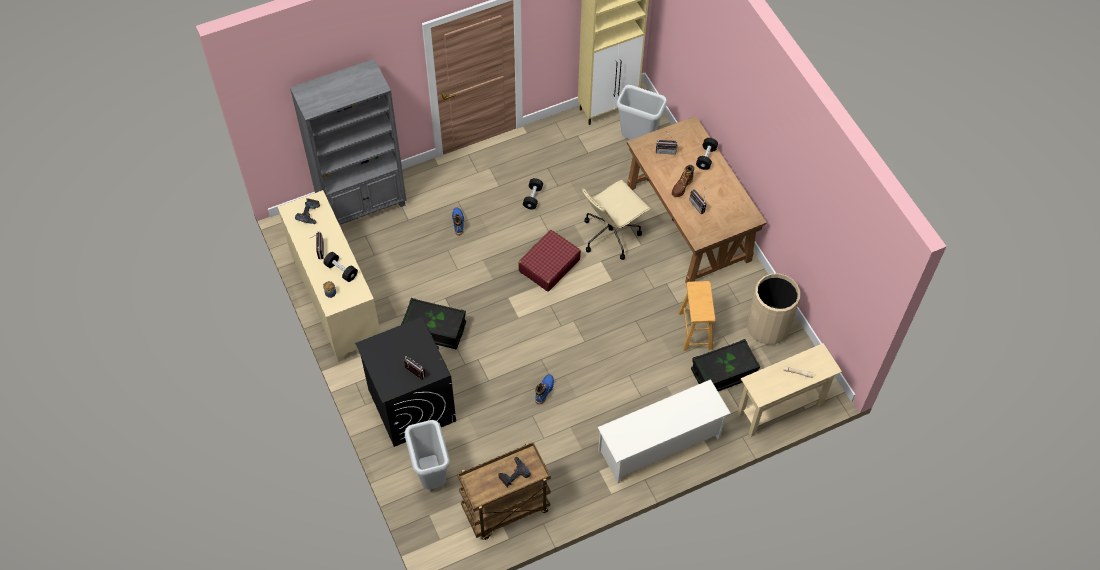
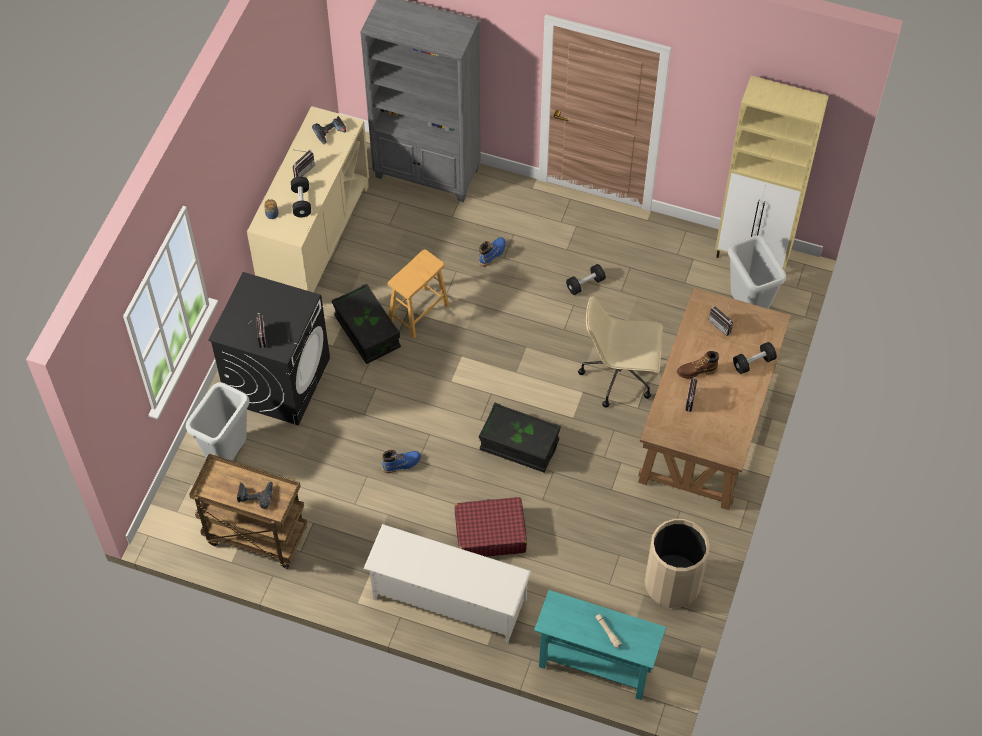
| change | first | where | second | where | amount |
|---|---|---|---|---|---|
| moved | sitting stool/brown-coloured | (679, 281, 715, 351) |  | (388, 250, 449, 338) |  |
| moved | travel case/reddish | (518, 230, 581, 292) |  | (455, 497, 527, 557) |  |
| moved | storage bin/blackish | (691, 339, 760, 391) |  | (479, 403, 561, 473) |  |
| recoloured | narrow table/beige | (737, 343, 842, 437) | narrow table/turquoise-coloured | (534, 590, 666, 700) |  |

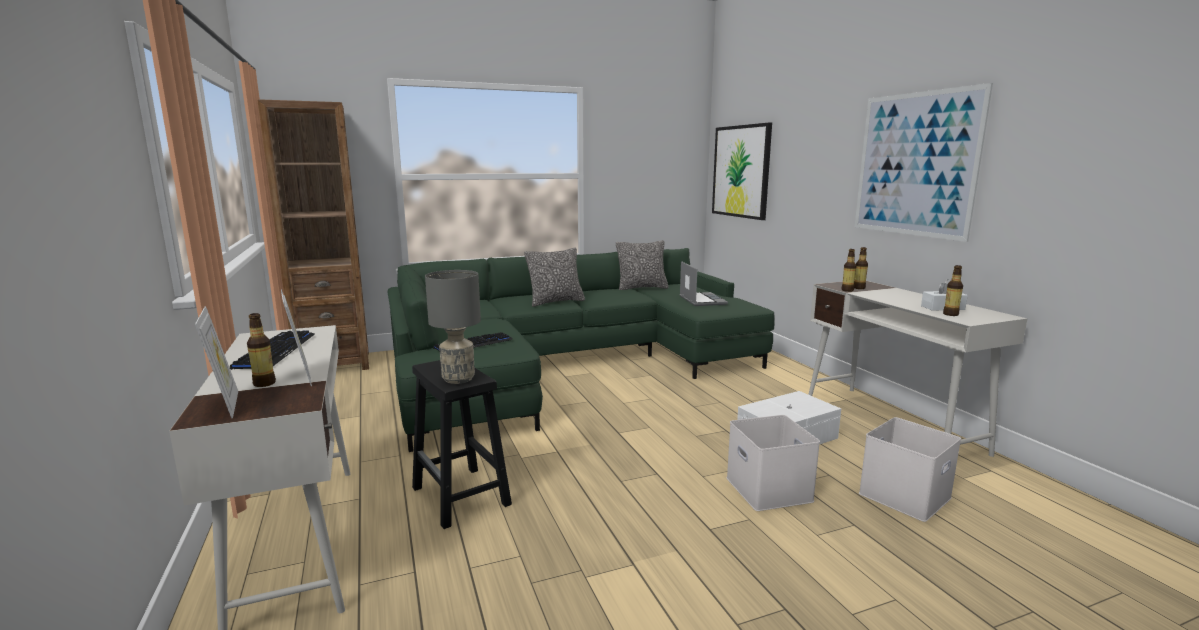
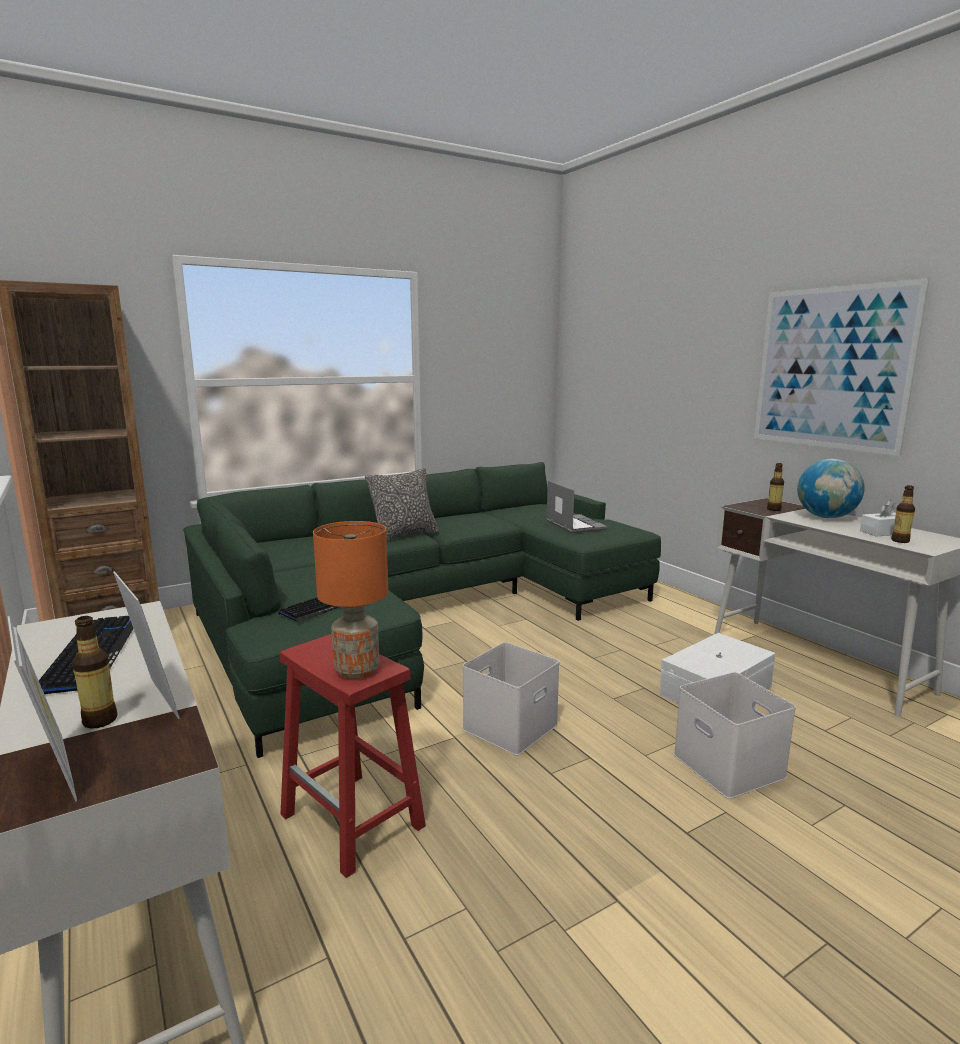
| change | first | where | second | where | amount |
|---|---|---|---|---|---|
| recoloured | sitting stool/blackish | (412, 360, 512, 529) | sitting stool/reddish | (280, 634, 426, 878) |  |
| recoloured | tabletop lamp/greyish | (425, 270, 481, 384) | tabletop lamp/orange | (313, 521, 388, 679) |  |
| moved | storage bin/white-coloured | (859, 417, 961, 522) |  | (462, 642, 560, 755) |  |
| added |  |  | world globe | (797, 459, 865, 518) |  |
| removed | throw pillow | (616, 240, 669, 290) |  |  |  |
| removed | wall picture | (712, 123, 772, 220) |  |  |  |
| removed | beverage bottle | (841, 249, 856, 292) |  |  |  |

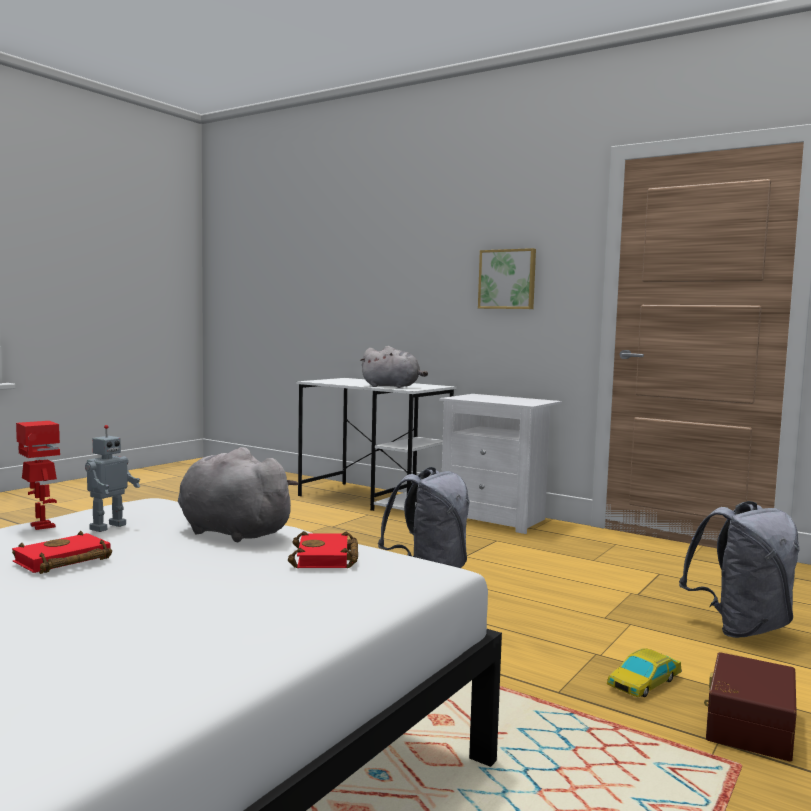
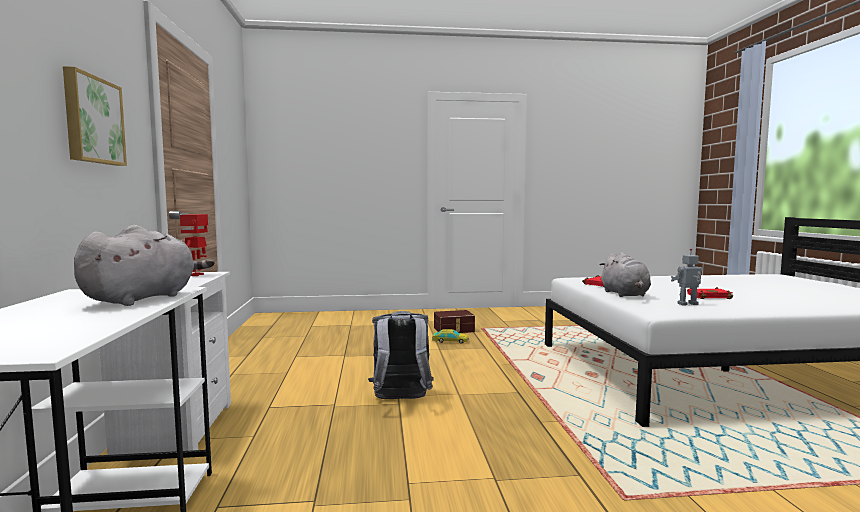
| change | first | where | second | where | amount |
|---|---|---|---|---|---|
| turned | soft toy/greyish | (360, 346, 428, 388) |  | (74, 225, 215, 306) | 45 degrees clockwise |
| moved | toy robot | (16, 421, 60, 530) |  | (180, 214, 208, 276) |  |
| removed | rucksack/greyish | (679, 501, 800, 638) |  |  |  |

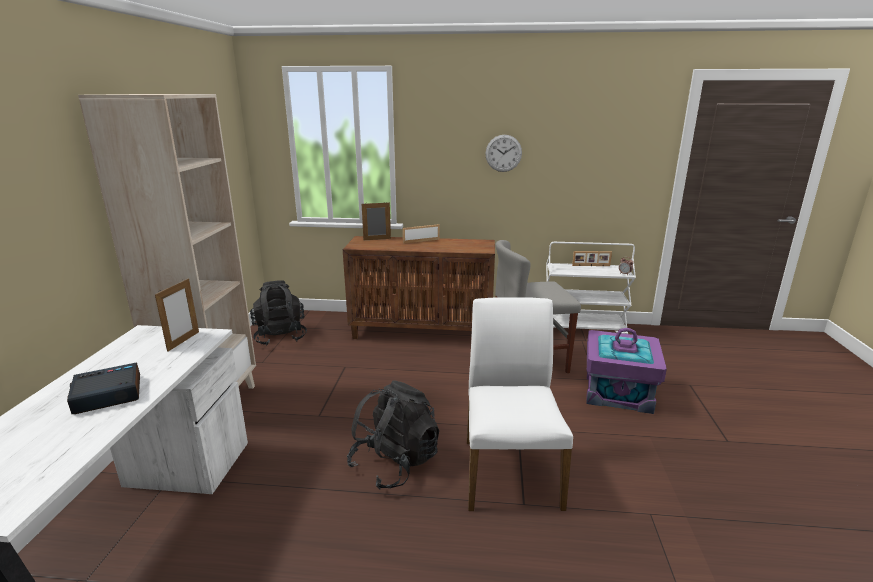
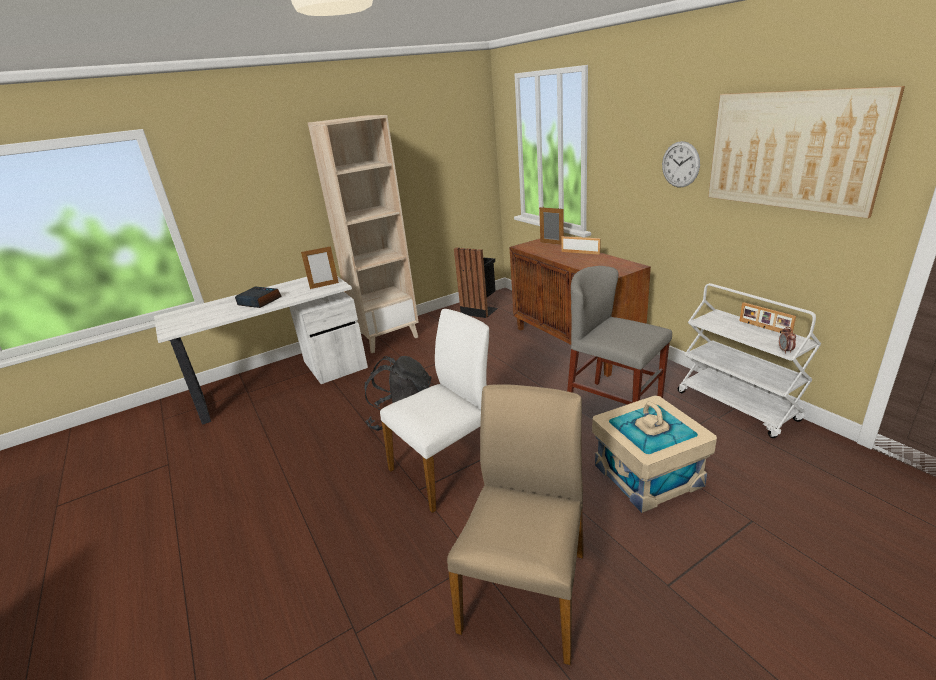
| change | first | where | second | where | amount |
|---|---|---|---|---|---|
| added |  |  | upright chair/beige | (447, 385, 584, 665) |  |
| replaced | rucksack/blackish | (250, 280, 307, 346) | rubbish bin/blackish | (454, 247, 498, 318) |  |
| recoloured | storage bin/purplish | (586, 328, 667, 414) | storage bin/beige | (592, 395, 717, 513) |  |
| added |  |  | wall picture | (708, 86, 905, 219) |  |

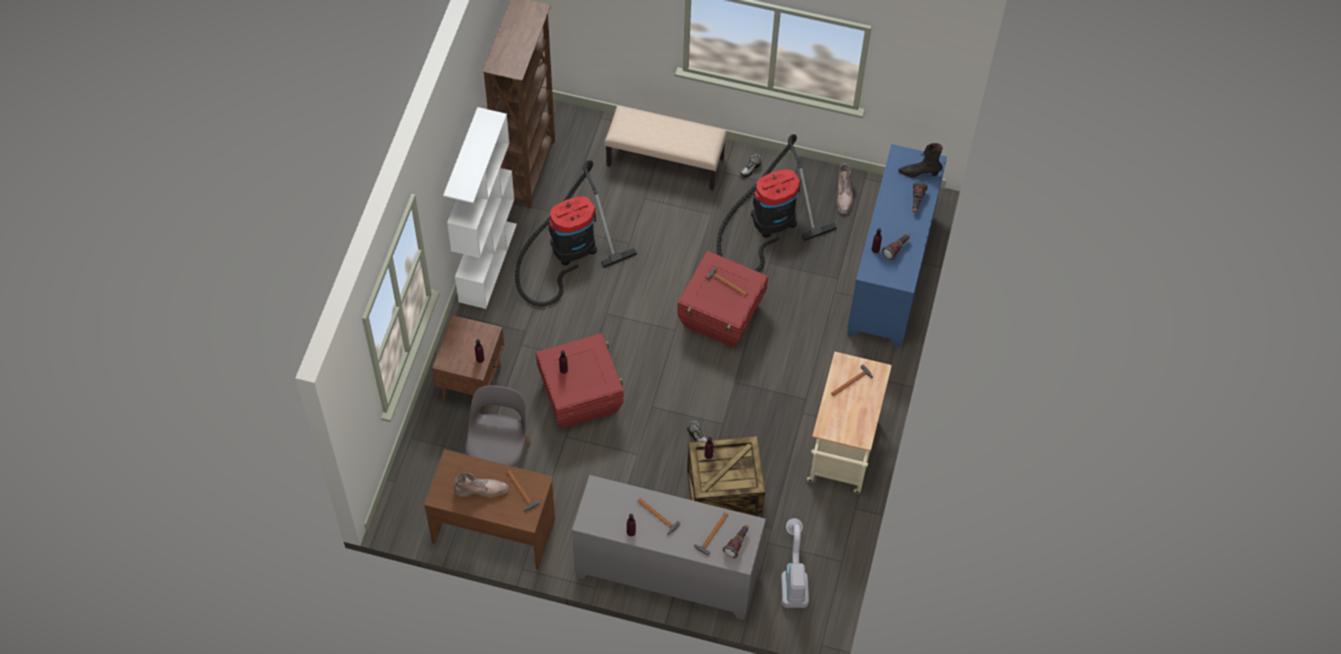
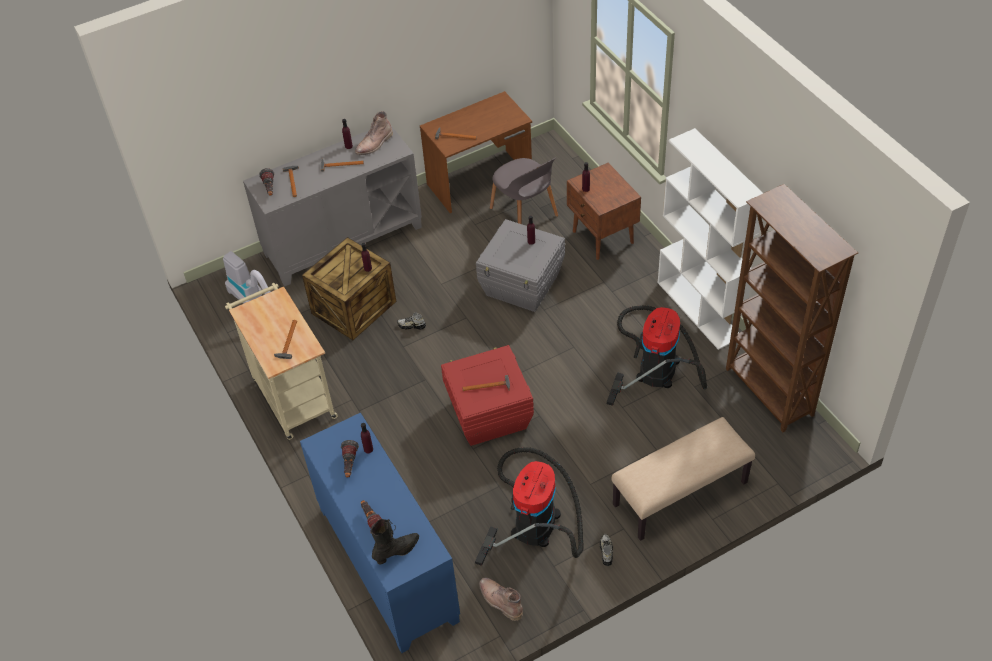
| change | first | where | second | where | amount |
|---|---|---|---|---|---|
| moved | high-top boot/brown-coloured | (454, 473, 509, 497) |  | (355, 111, 393, 155) |  |
| recoloured | storage bin/reddish | (536, 333, 624, 429) | storage bin/greyish | (476, 219, 565, 312) |  |

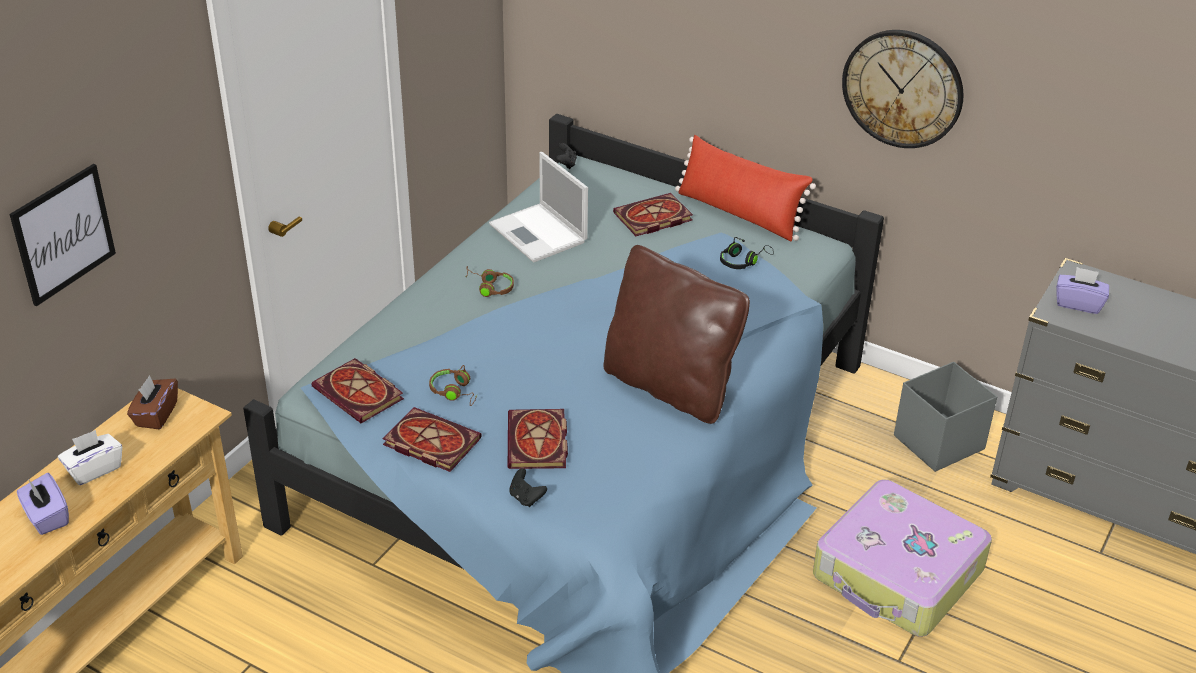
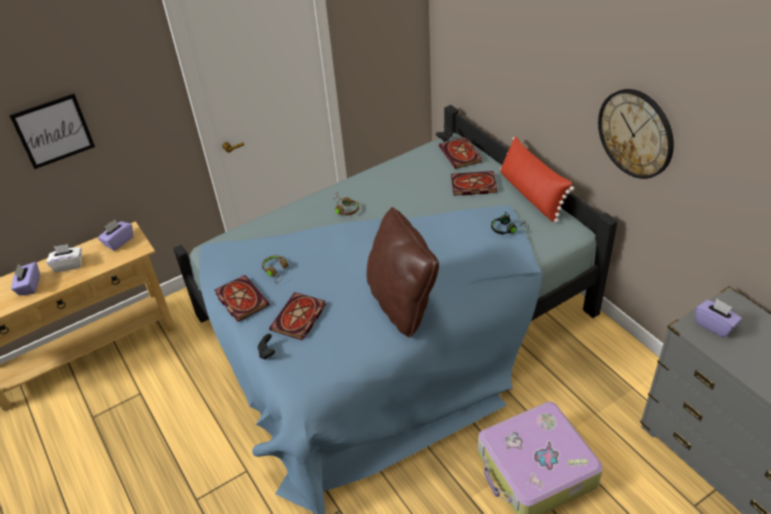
| change | first | where | second | where | amount |
|---|---|---|---|---|---|
| recoloured | tissue holder/brown-coloured | (127, 375, 178, 430) | tissue holder/purplish | (98, 219, 133, 251) |  |
| moved | bound book | (312, 358, 404, 423) |  | (439, 137, 482, 169) |  |
| removed | laptop | (489, 152, 588, 263) |  |  |  |
| removed | storage bin/greyish | (894, 362, 997, 472) |  |  |  |

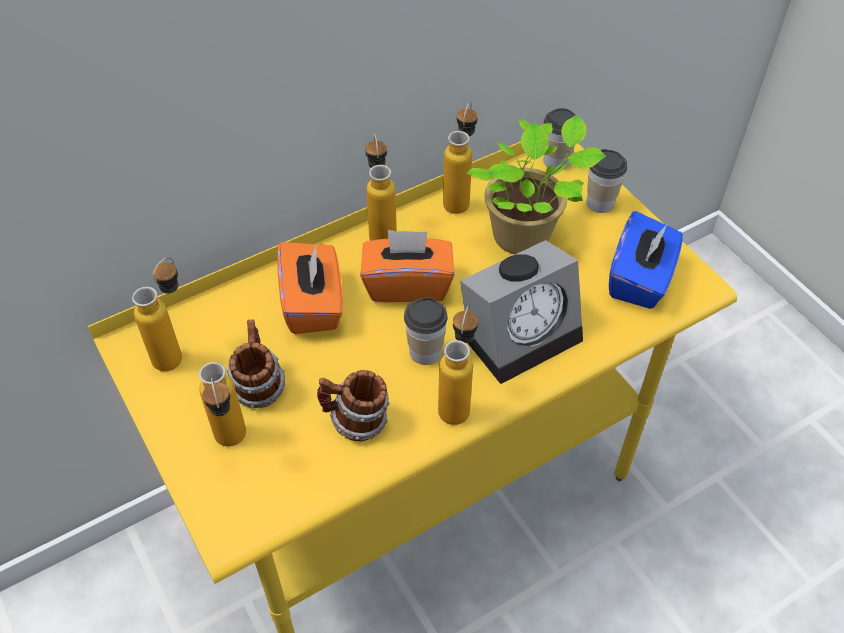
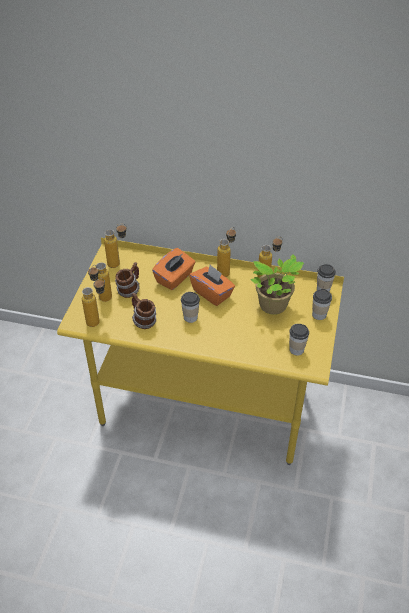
| change | first | where | second | where | amount |
|---|---|---|---|---|---|
| moved | beverage bottle | (438, 305, 478, 425) |  | (82, 279, 105, 327) |  |
| replaced | tissue holder/blue | (609, 211, 683, 309) | small cup | (289, 324, 309, 356) |  |
| removed | alarm clock | (460, 240, 583, 384) |  |  |  |

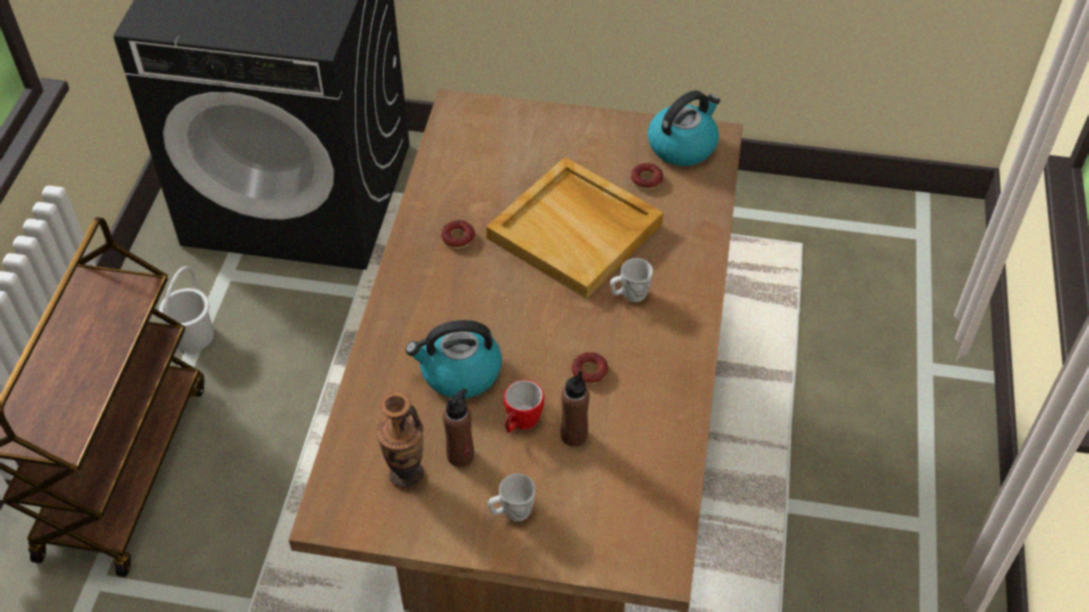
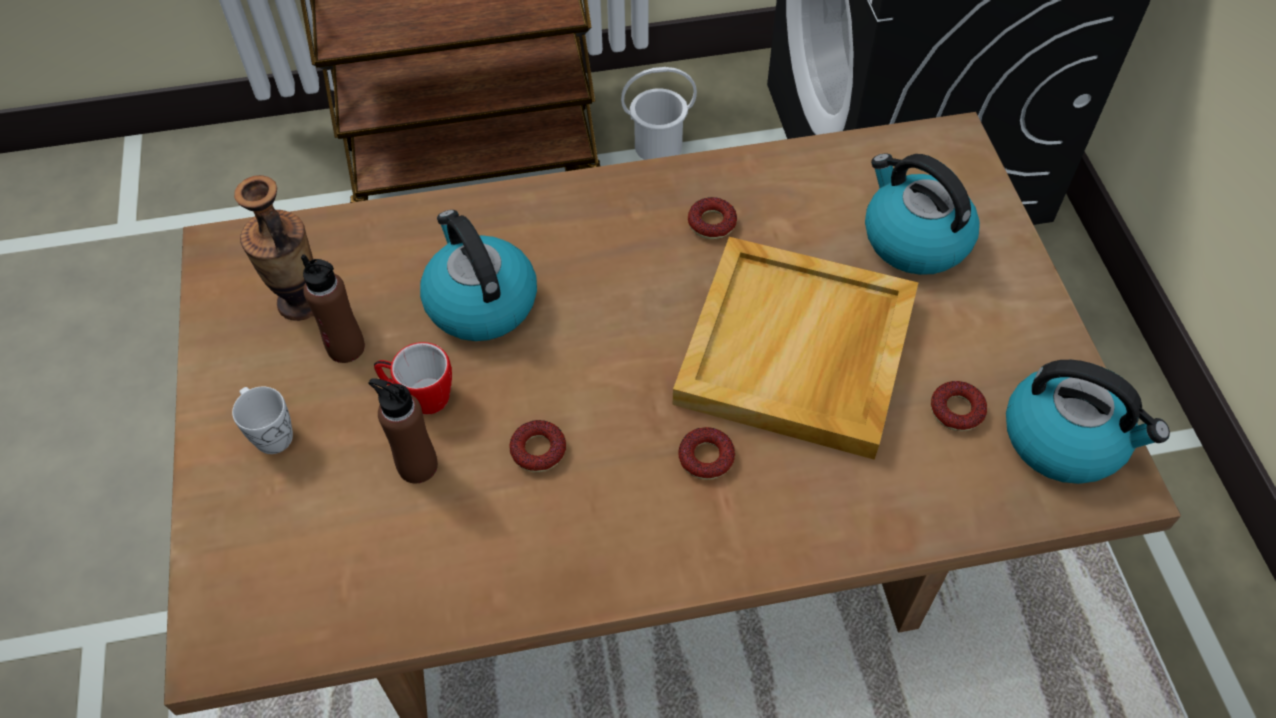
| change | first | where | second | where | amount |
|---|---|---|---|---|---|
| replaced | mug/white-coloured | (610, 258, 653, 302) | donut | (678, 427, 735, 480) |  |
| added |  |  | kettle | (865, 153, 980, 275) |  |

